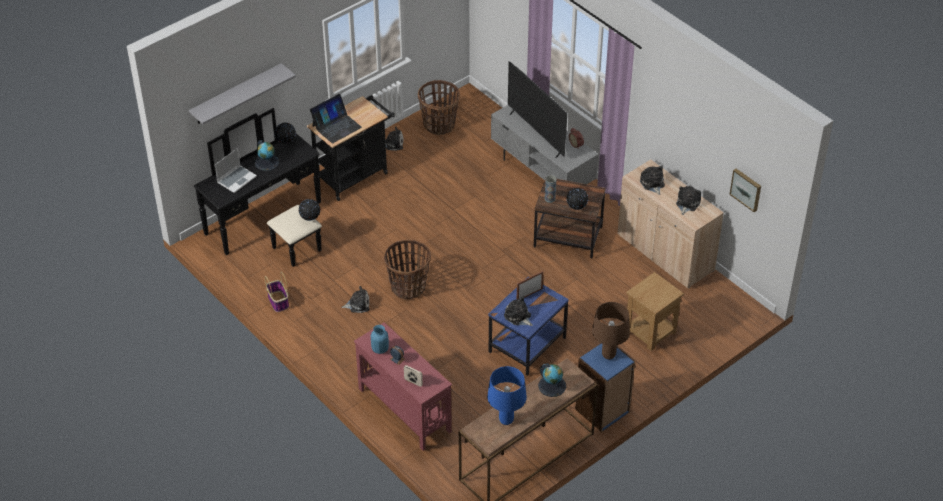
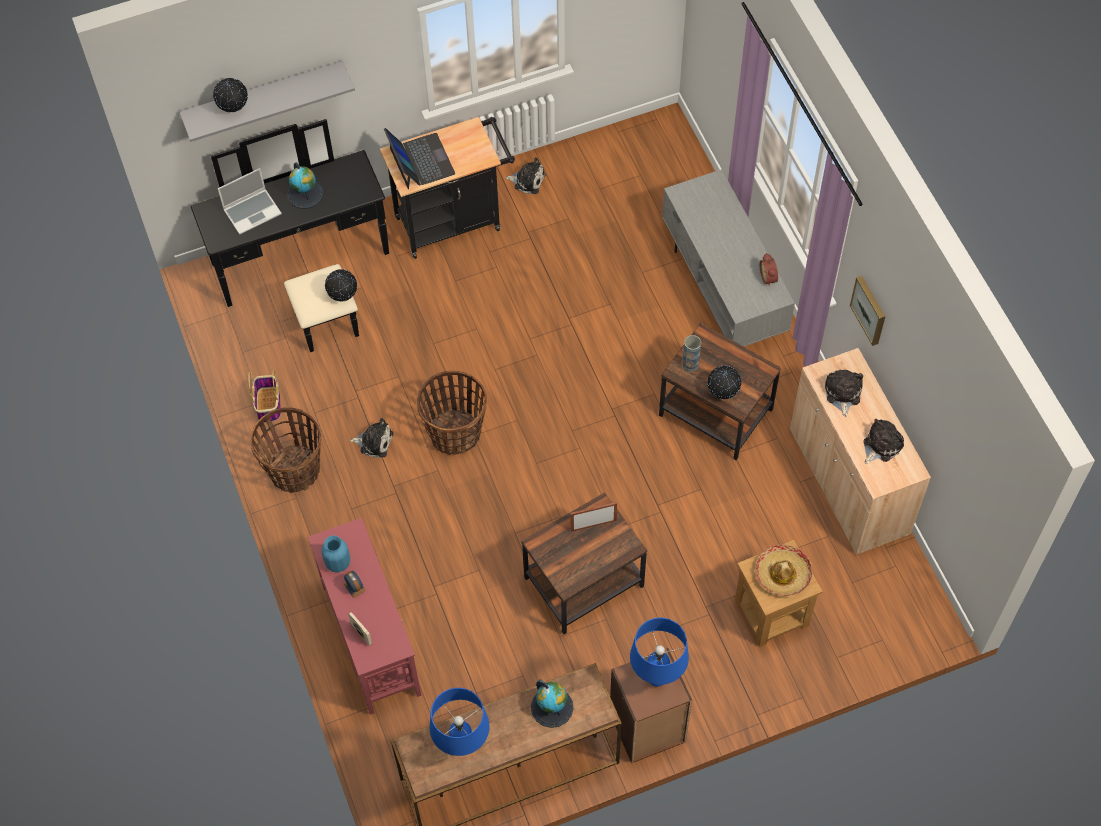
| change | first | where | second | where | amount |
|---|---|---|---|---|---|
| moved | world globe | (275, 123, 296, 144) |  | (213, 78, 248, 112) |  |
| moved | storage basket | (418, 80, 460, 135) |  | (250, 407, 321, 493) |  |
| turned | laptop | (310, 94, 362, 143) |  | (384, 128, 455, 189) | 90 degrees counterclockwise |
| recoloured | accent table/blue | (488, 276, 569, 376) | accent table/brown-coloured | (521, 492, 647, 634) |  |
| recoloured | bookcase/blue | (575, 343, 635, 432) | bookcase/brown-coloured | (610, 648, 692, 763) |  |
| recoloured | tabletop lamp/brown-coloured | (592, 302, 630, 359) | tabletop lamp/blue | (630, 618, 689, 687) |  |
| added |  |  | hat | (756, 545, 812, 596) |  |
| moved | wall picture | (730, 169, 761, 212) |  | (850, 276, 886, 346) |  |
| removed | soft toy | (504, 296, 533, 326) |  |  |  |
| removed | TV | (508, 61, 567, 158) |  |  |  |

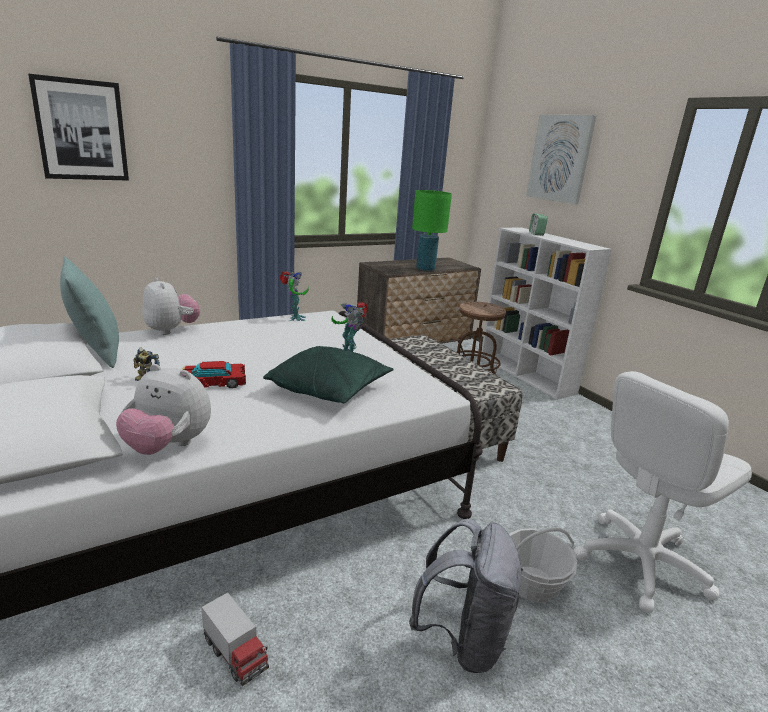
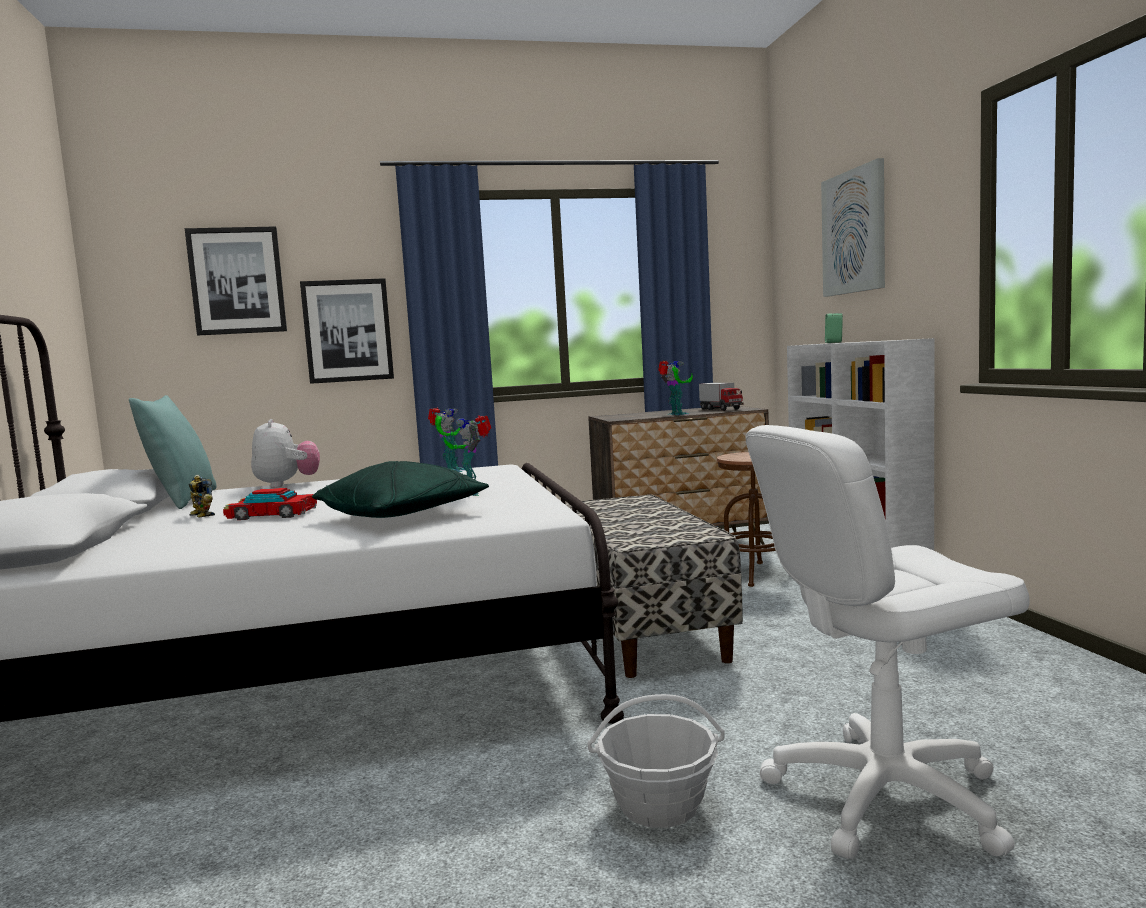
| change | first | where | second | where | amount |
|---|---|---|---|---|---|
| added |  |  | wall picture | (300, 278, 394, 384) |  |
| replaced | tabletop lamp/green-coloured | (412, 190, 452, 271) | toy robot | (658, 361, 693, 415) |  |
| moved | toy truck | (201, 592, 269, 686) |  | (699, 383, 744, 411) |  |
| removed | soft toy | (116, 364, 211, 455) |  |  |  |
| removed | rucksack/greyish | (409, 519, 523, 673) |  |  |  |

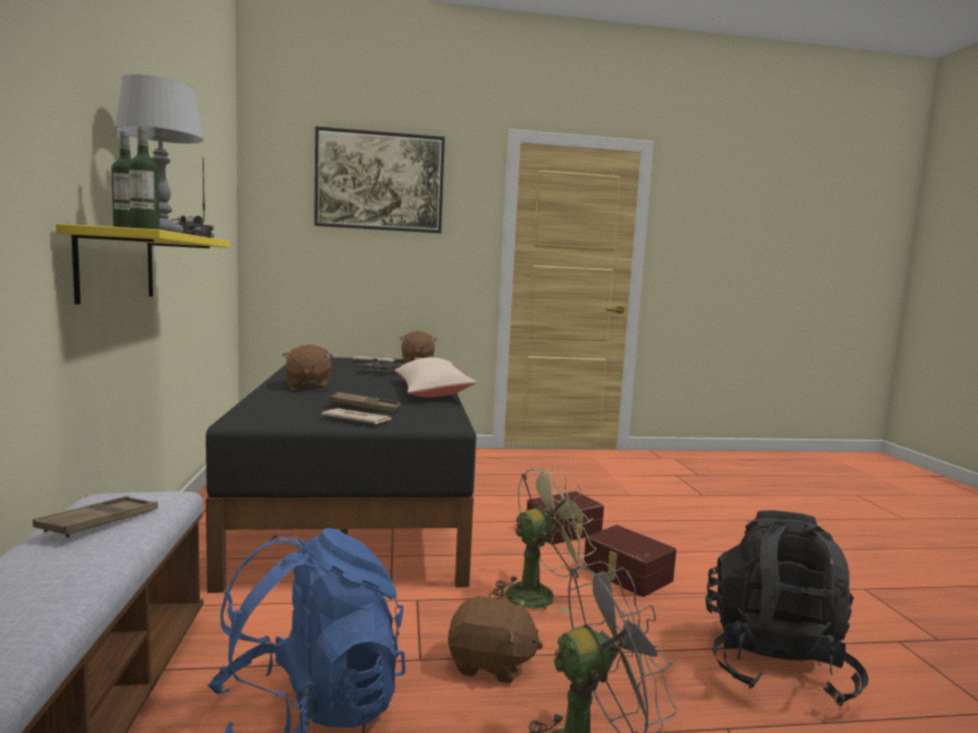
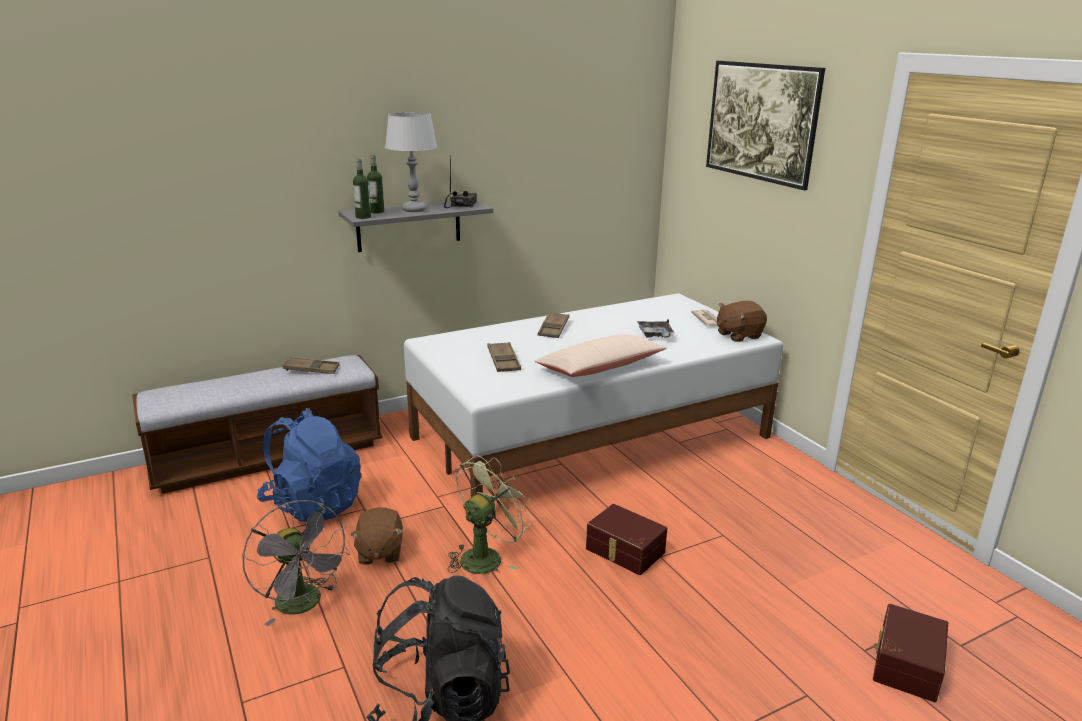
| change | first | where | second | where | amount |
|---|---|---|---|---|---|
| recoloured | bracket shelf/yellow-coloured | (56, 224, 230, 304) | bracket shelf/greyish | (338, 201, 493, 252) |  |
| recoloured | sleeping bed/blackish | (206, 357, 476, 593) | sleeping bed/white-coloured | (404, 293, 783, 497) |  |
| turned | fan/green-coloured | (489, 466, 596, 614) |  | (448, 455, 534, 574) | 90 degrees counterclockwise |
| replaced | soft toy/brown-coloured | (283, 344, 333, 390) | tray/brown-coloured | (538, 312, 569, 338) |  |
| moved | storage bin/brown-coloured | (583, 525, 676, 597) |  | (873, 604, 948, 702) |  |
| removed | printed paper | (321, 408, 392, 424) |  |  |  |

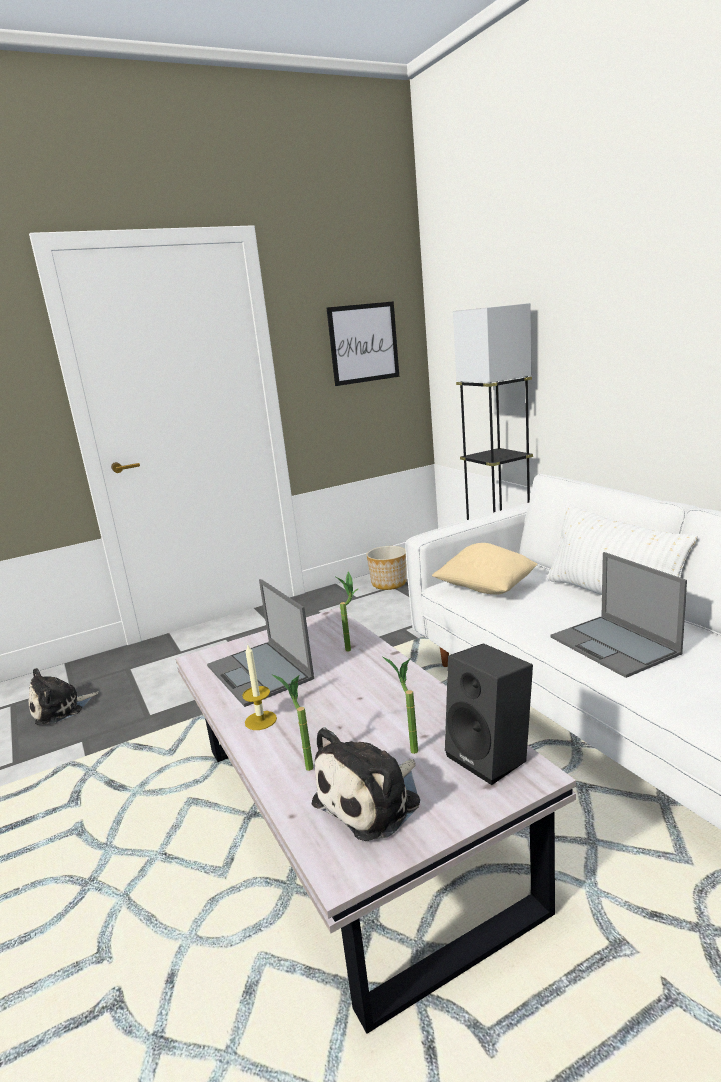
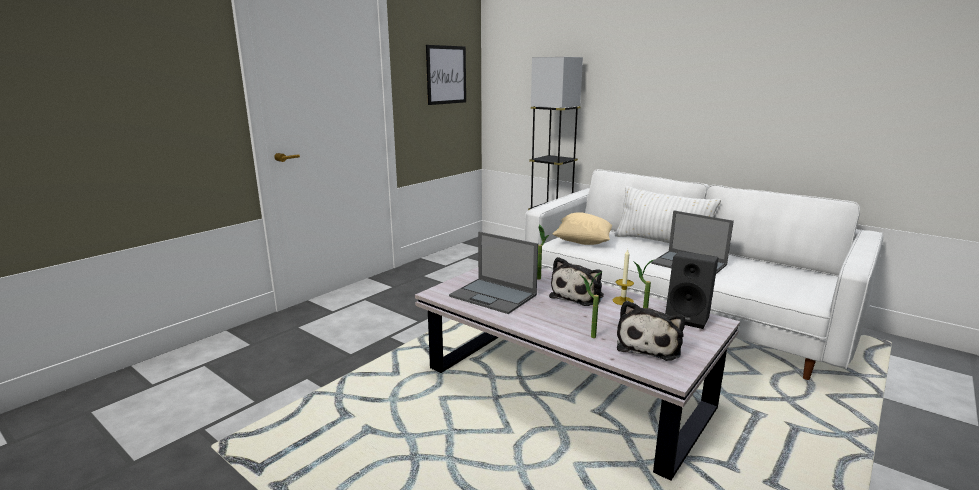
| change | first | where | second | where | amount |
|---|---|---|---|---|---|
| moved | soft toy | (29, 668, 99, 725) |  | (549, 257, 604, 306) |  |
| moved | wax light | (242, 645, 277, 730) |  | (613, 249, 634, 305) |  |
| removed | planter | (366, 546, 407, 590) |  |  |  |

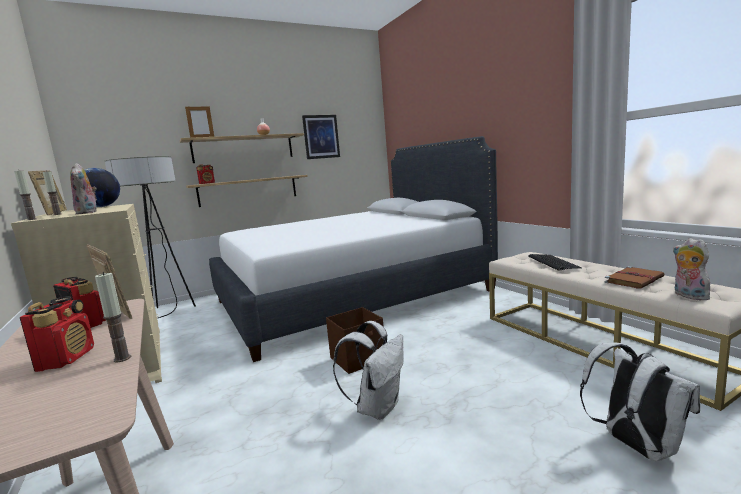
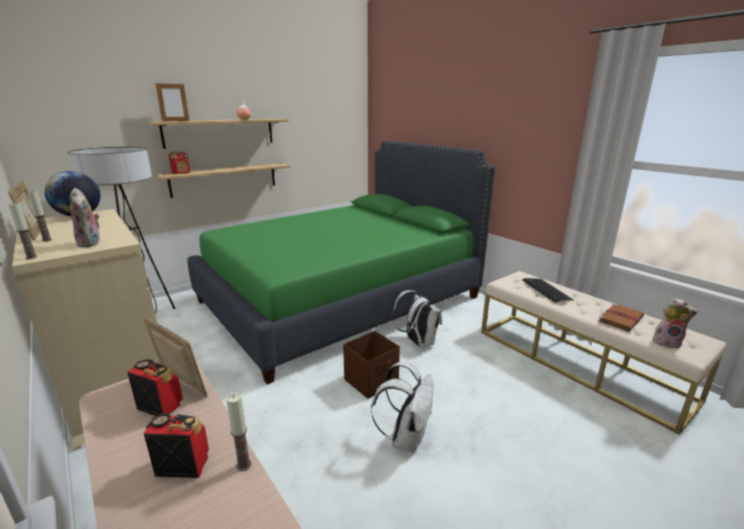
| change | first | where | second | where | amount |
|---|---|---|---|---|---|
| turned | radio | (20, 296, 94, 372) |  | (144, 413, 209, 478) | 75 degrees counterclockwise |
| recoloured | sleeping bed/white-coloured | (209, 136, 498, 362) | sleeping bed/green-coloured | (187, 140, 495, 385) |  |
| moved | rucksack/white-coloured | (580, 342, 700, 461) |  | (392, 290, 442, 348) |  |
| turned | soft toy | (672, 238, 710, 300) |  | (652, 298, 698, 349) | 135 degrees clockwise |
| removed | wall picture | (302, 115, 340, 159) |  |  |  |

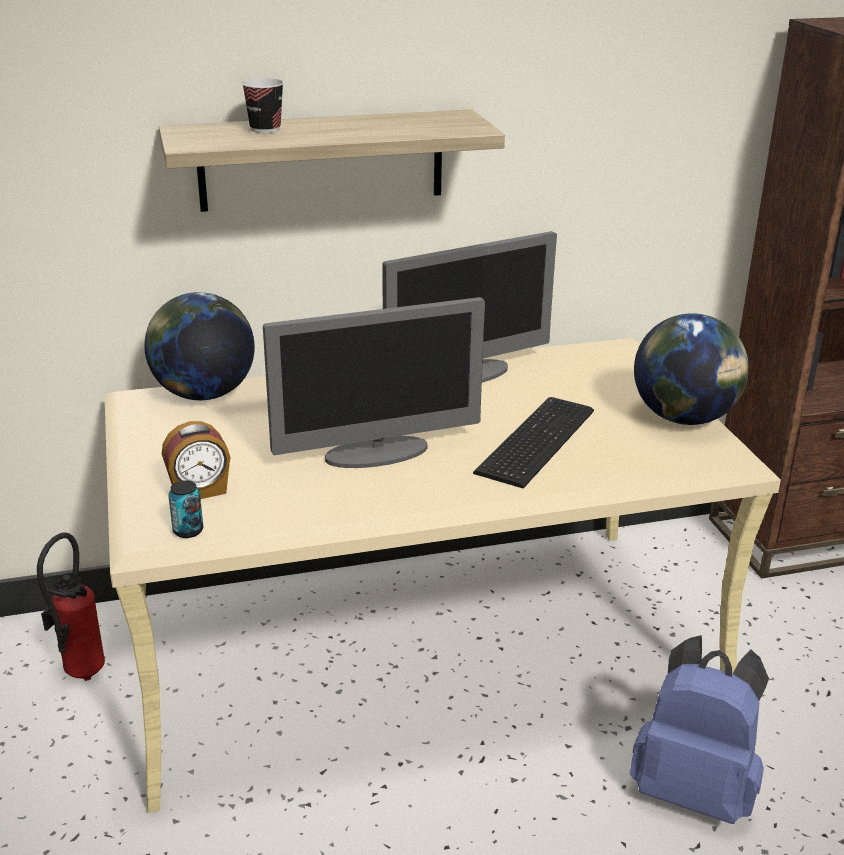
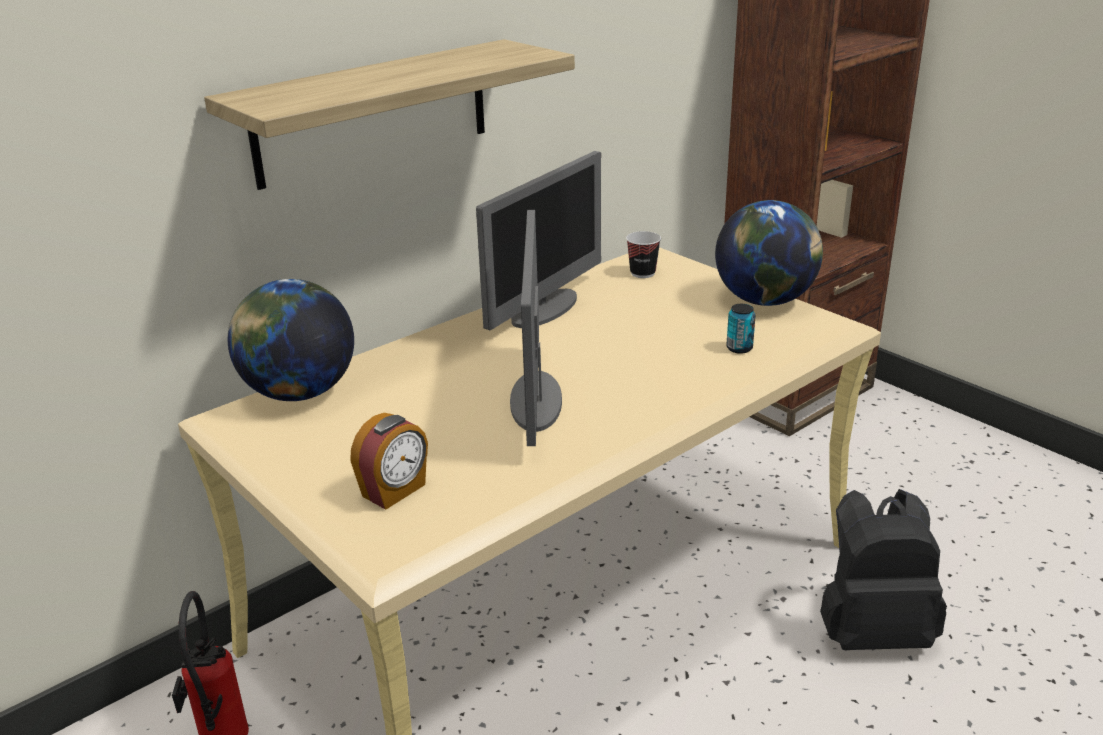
| change | first | where | second | where | amount |
|---|---|---|---|---|---|
| turned | computer screen | (263, 297, 485, 468) |  | (510, 210, 562, 446) | 135 degrees clockwise |
| moved | small cup | (242, 78, 284, 133) |  | (626, 231, 661, 278) |  |
| moved | sealed can | (168, 480, 203, 538) |  | (726, 304, 756, 354) |  |
| recoloured | rucksack/blue | (630, 635, 769, 824) | rucksack/blackish | (820, 489, 947, 650) |  |
| removed | computer keyboard | (473, 397, 594, 489) |  |  |  |

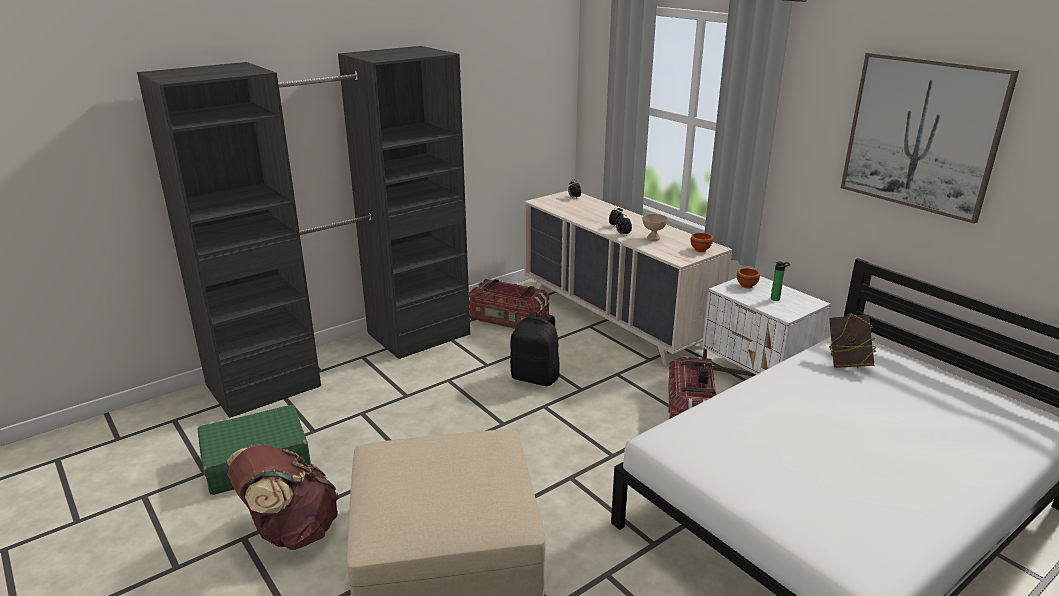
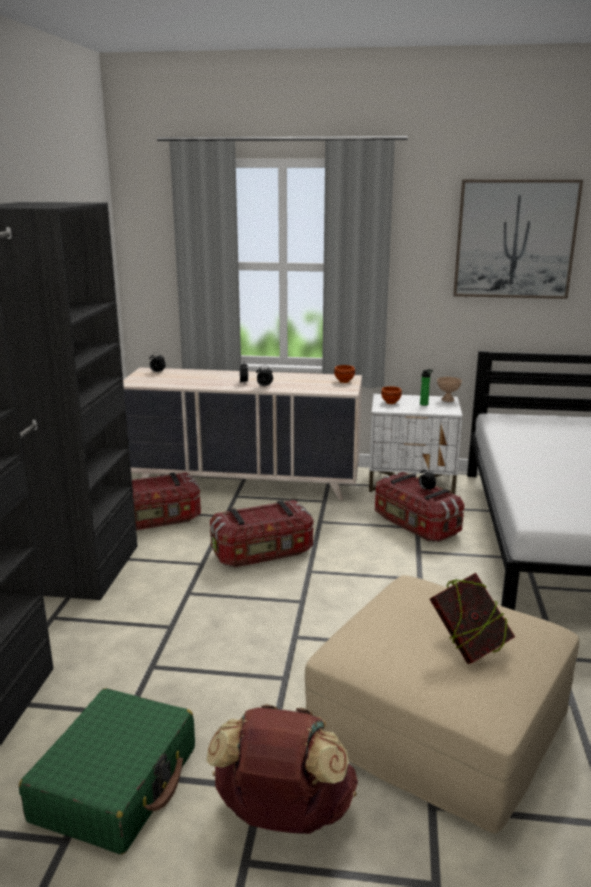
| change | first | where | second | where | amount |
|---|---|---|---|---|---|
| replaced | rucksack/blackish | (510, 311, 560, 386) | storage bin | (210, 500, 313, 568) |  |
| moved | bound book | (829, 313, 877, 369) |  | (430, 573, 515, 664) |  |
| moved | deep dish/beige | (642, 214, 668, 241) |  | (437, 377, 462, 402) |  |

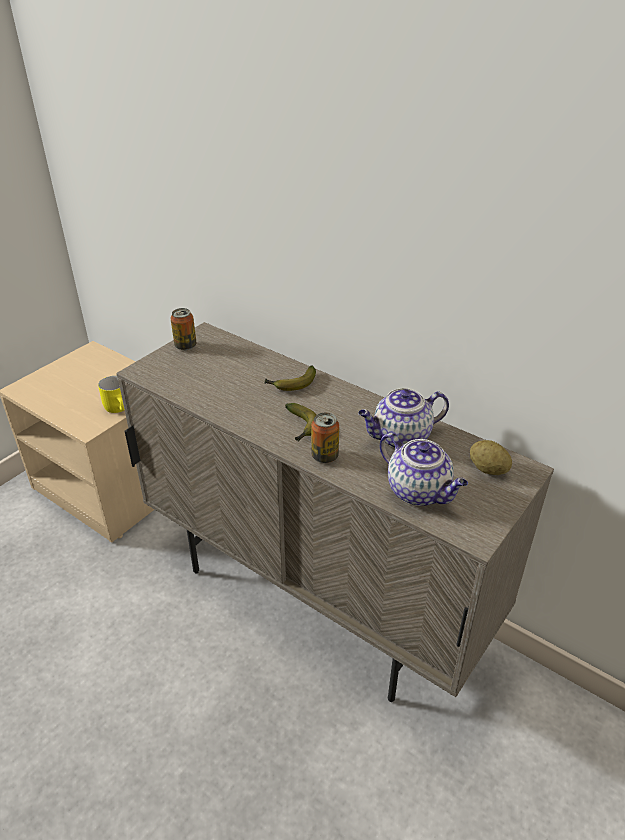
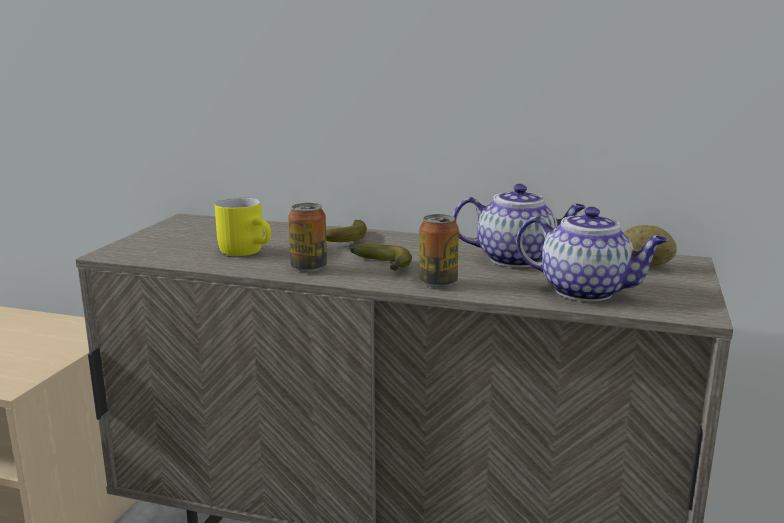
| change | first | where | second | where | amount |
|---|---|---|---|---|---|
| moved | mug/yellow-coloured | (98, 376, 124, 413) |  | (215, 198, 271, 256) |  |
| moved | sealed can | (171, 308, 197, 350) |  | (288, 203, 327, 272) |  |
| turned | tea pot | (358, 388, 449, 448) |  | (452, 184, 586, 267) | 135 degrees counterclockwise |

